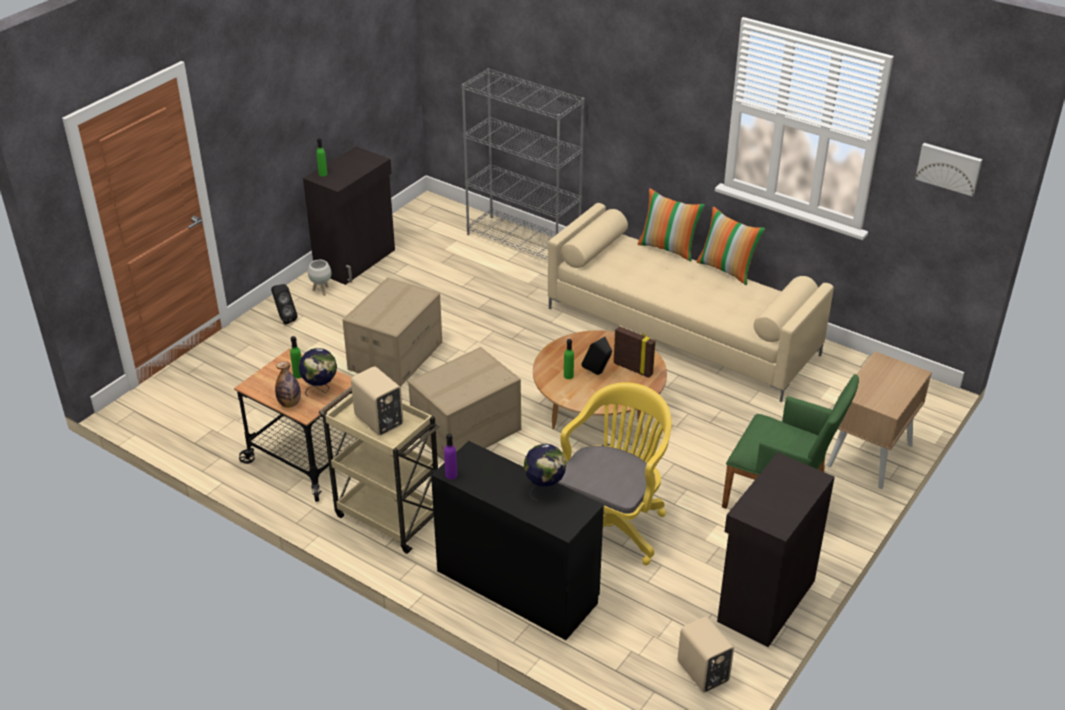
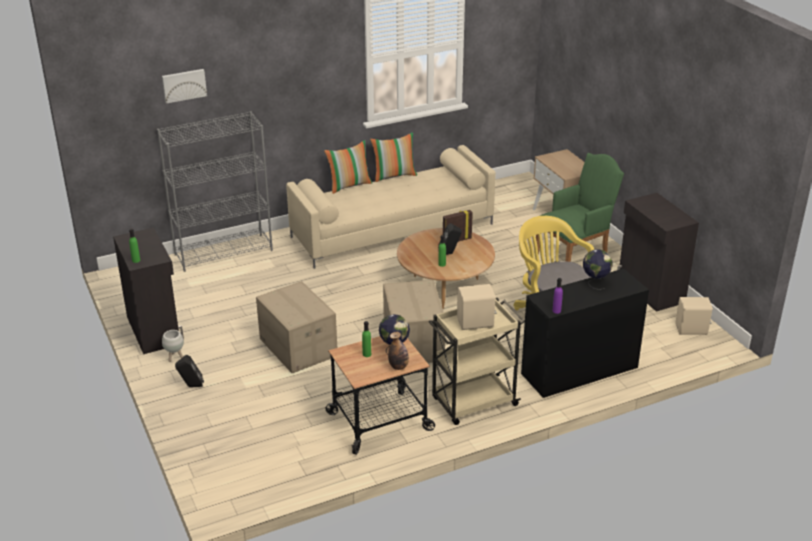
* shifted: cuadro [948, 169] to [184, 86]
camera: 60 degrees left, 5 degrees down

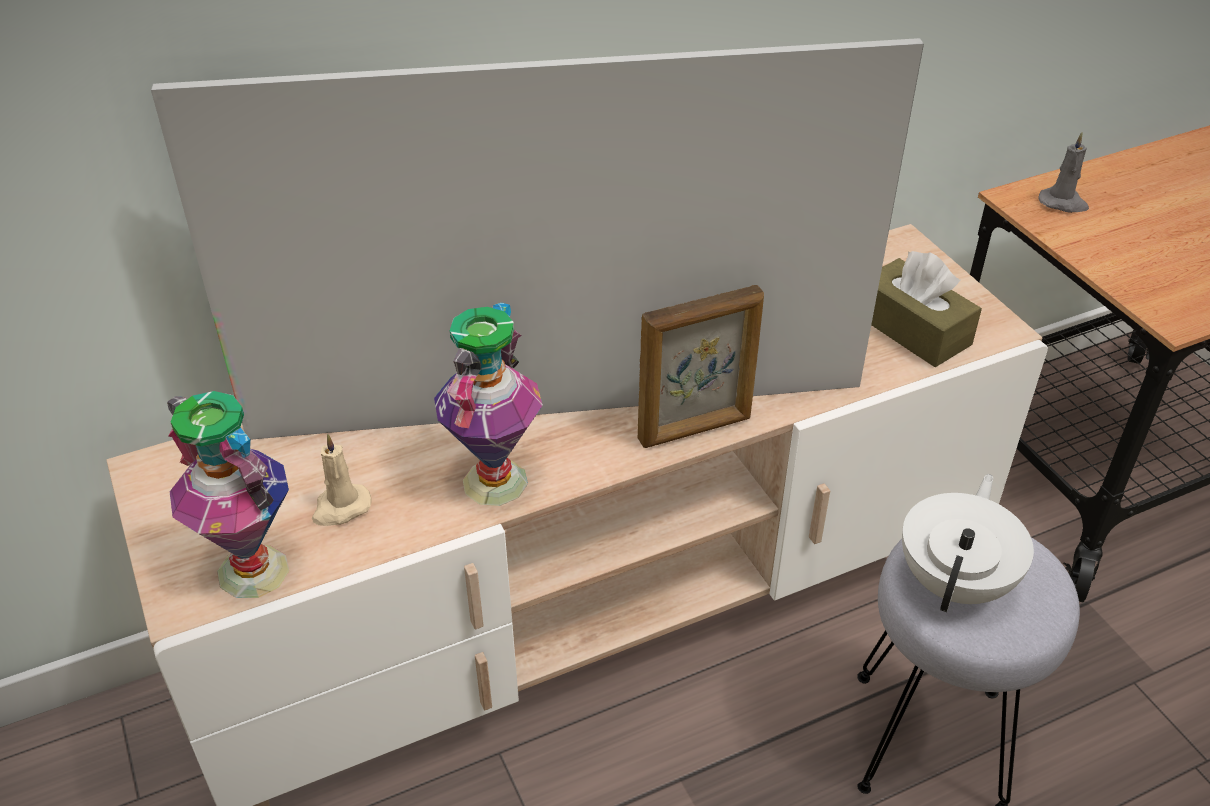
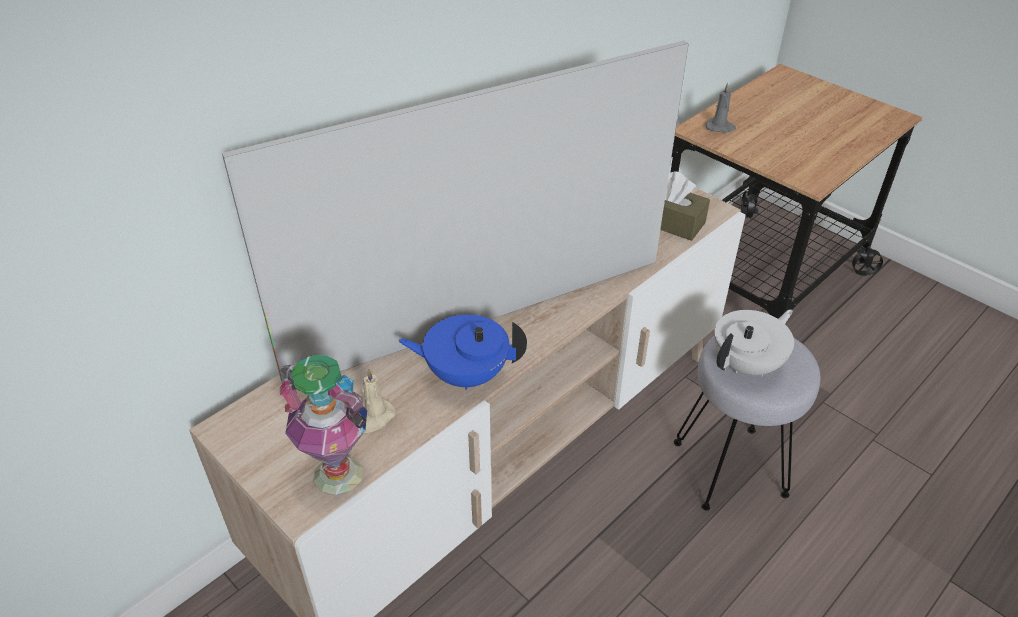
* swapped: florero [488, 404] to tetera/azul [463, 352]
* rotated: tetera/blanco [968, 543] = [754, 343] 45 degrees clockwise
* gone: portarretratos [701, 366]
camera: 20 degrees left, 0 degrees up

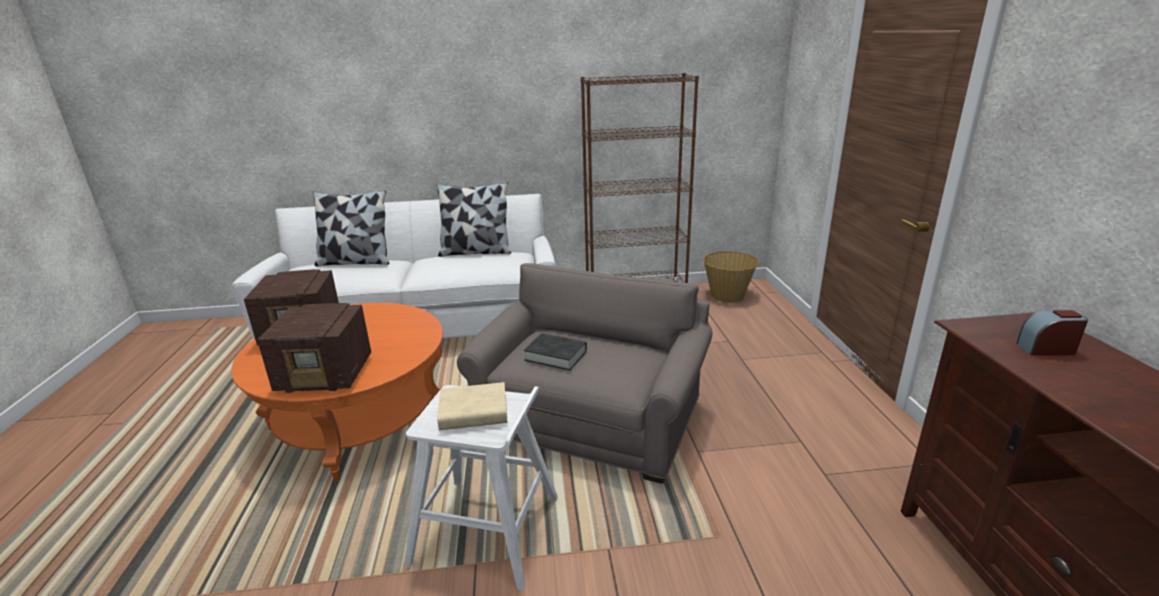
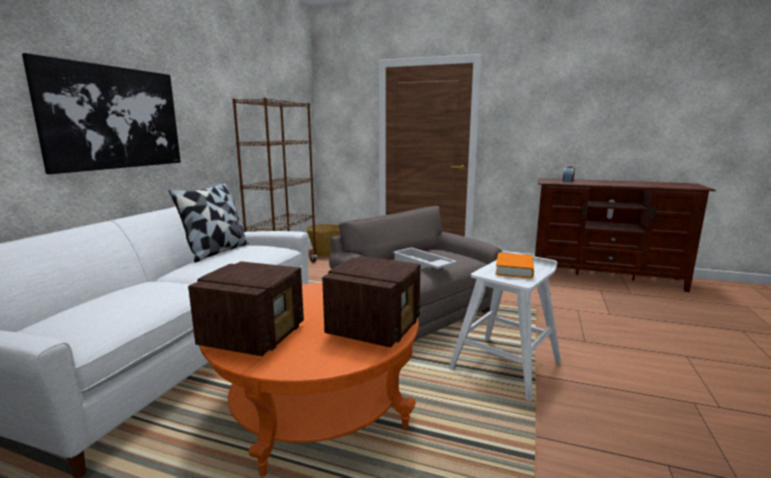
* new: cuadro [101, 113]
* swapped: libro/negro [555, 351] to bandeja/blanco [425, 258]
* repainted: libro/beis [472, 406] to libro/naranja [514, 265]
* gone: cojín [351, 228]
camera: 65 degrees left, 10 degrees down

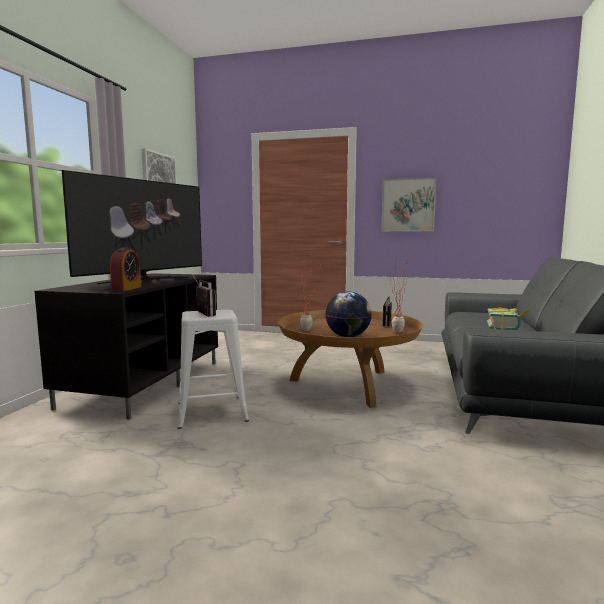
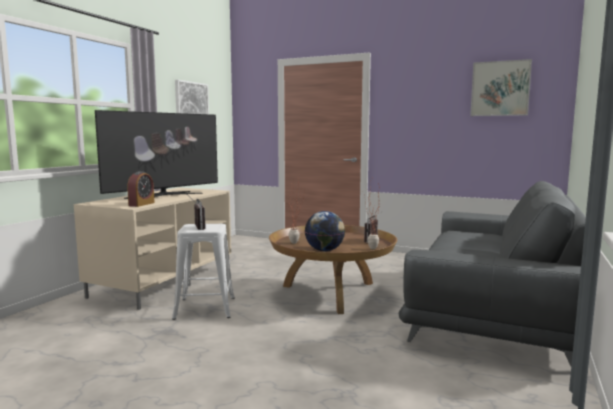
* repainted: mueble de televisión/negro [126, 346] to mueble de televisión/beis [152, 249]
* shifted: cuadro [409, 204] to [501, 87]
* gone: libro [509, 319]
camera: 10 degrees right, 0 degrees up

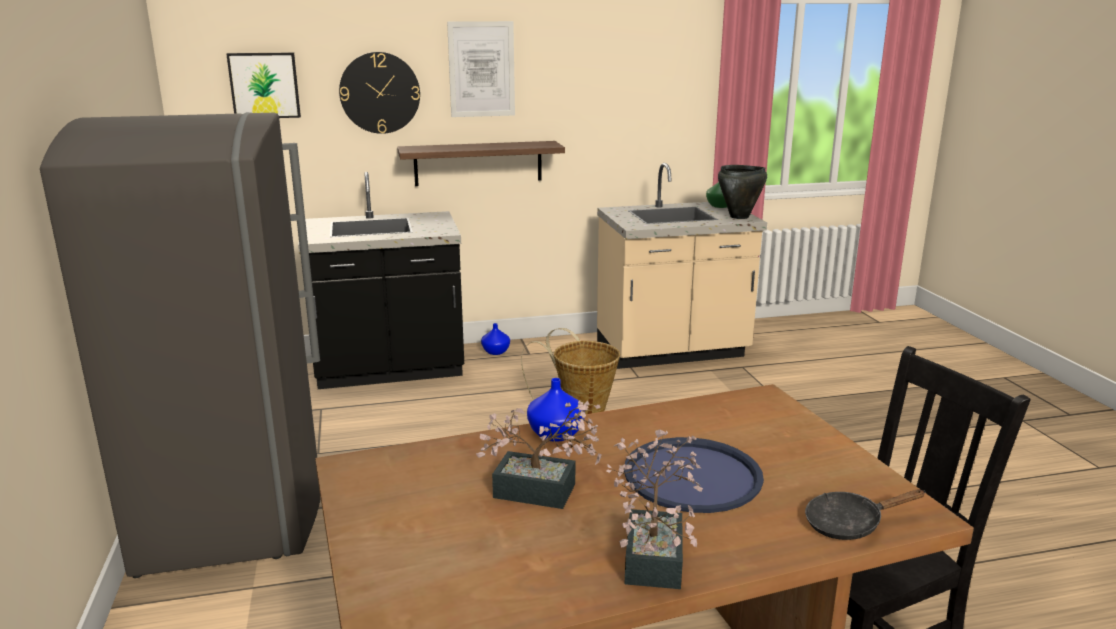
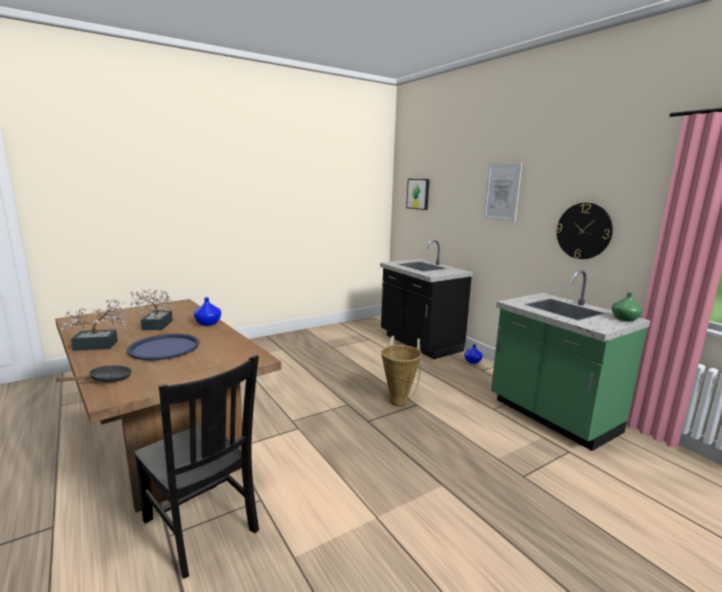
* rotated: sartén/negro [864, 514] = [94, 373] 75 degrees clockwise
* repainted: mueble bajo de cocina/beis [682, 266] to mueble bajo de cocina/verde [571, 360]
* shifted: reloj de pared [379, 93] to [584, 231]
* gone: nevera/gris [180, 345]
* gone: estante [481, 163]
* gone: olla/negro [742, 192]
camera: 70 degrees right, 5 degrees down

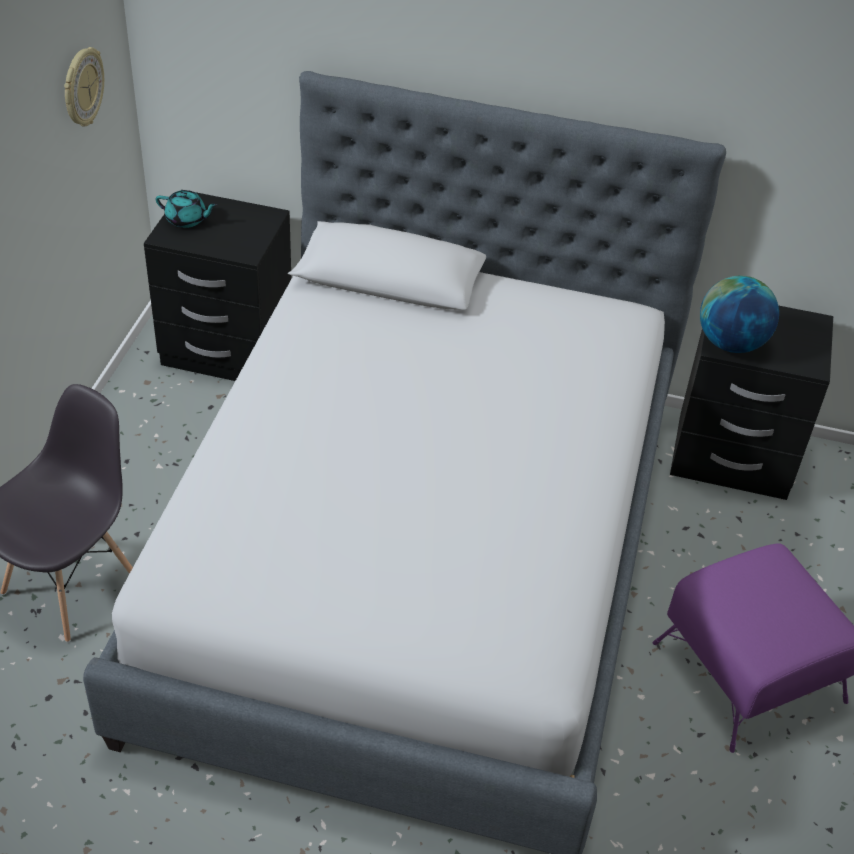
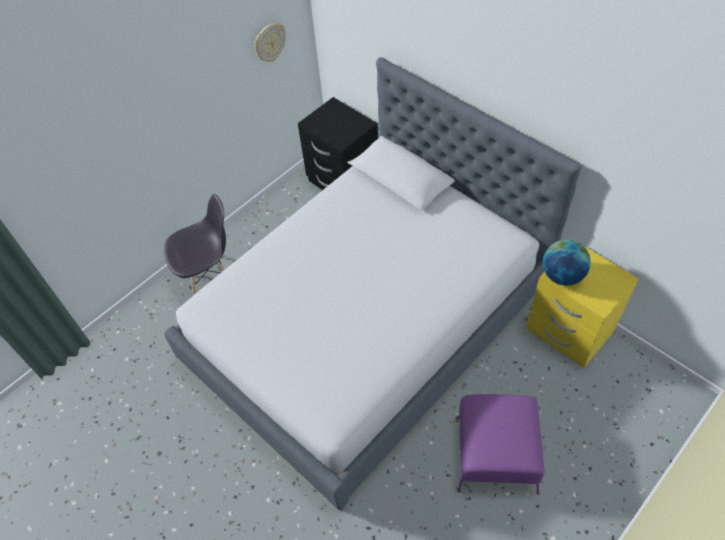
* repainted: mesita de noche/negro [751, 402] to mesita de noche/amarillo [582, 304]
* gone: tetera/turquesa [186, 209]
camera: 35 degrees right, 10 degrees up

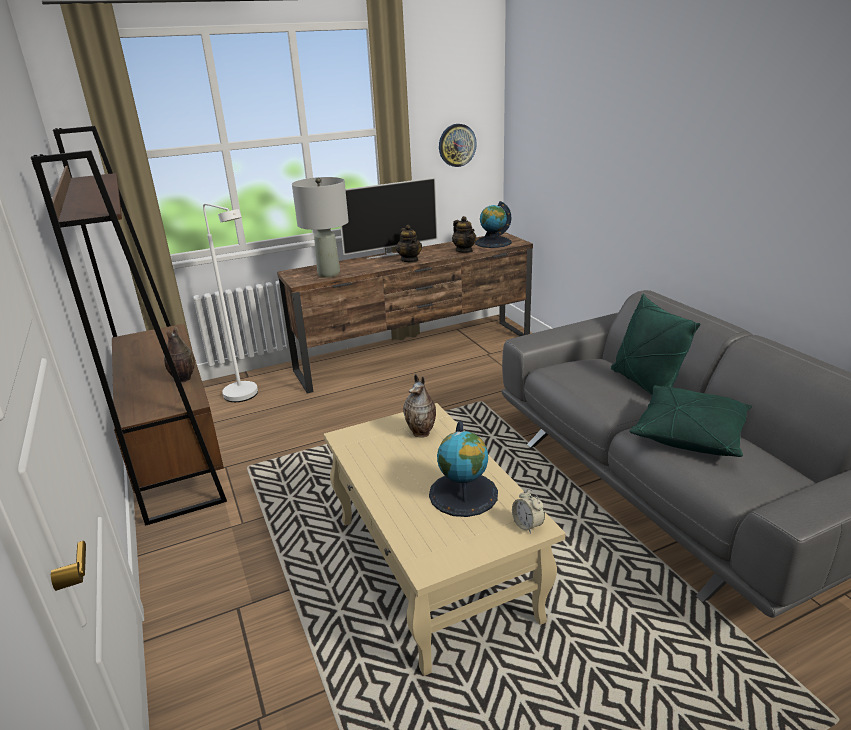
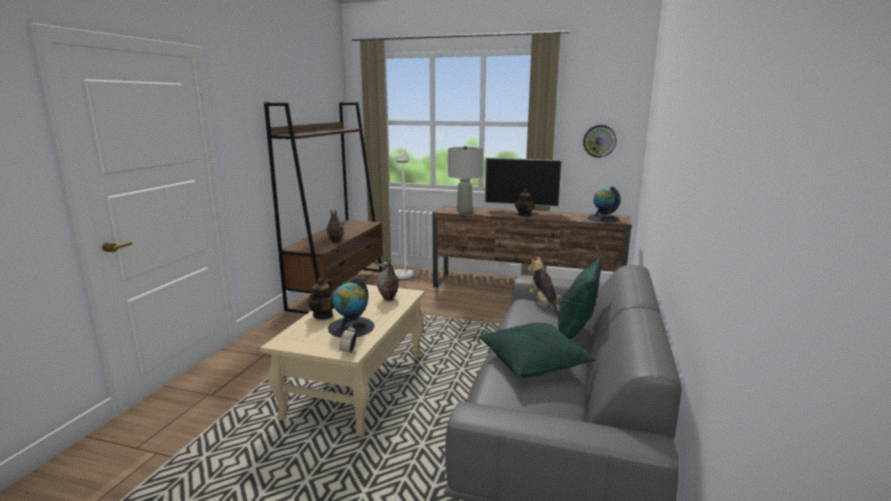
* shifted: tetera [464, 234] to [320, 299]
* new: peluche [544, 285]
camera: 40 degrees right, 10 degrees down

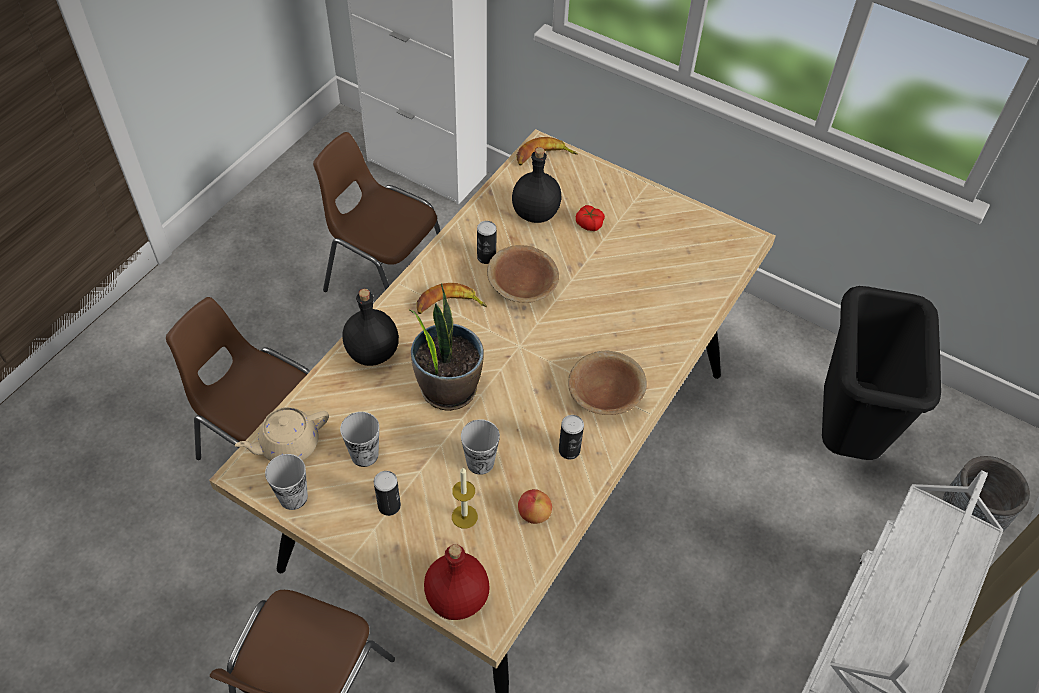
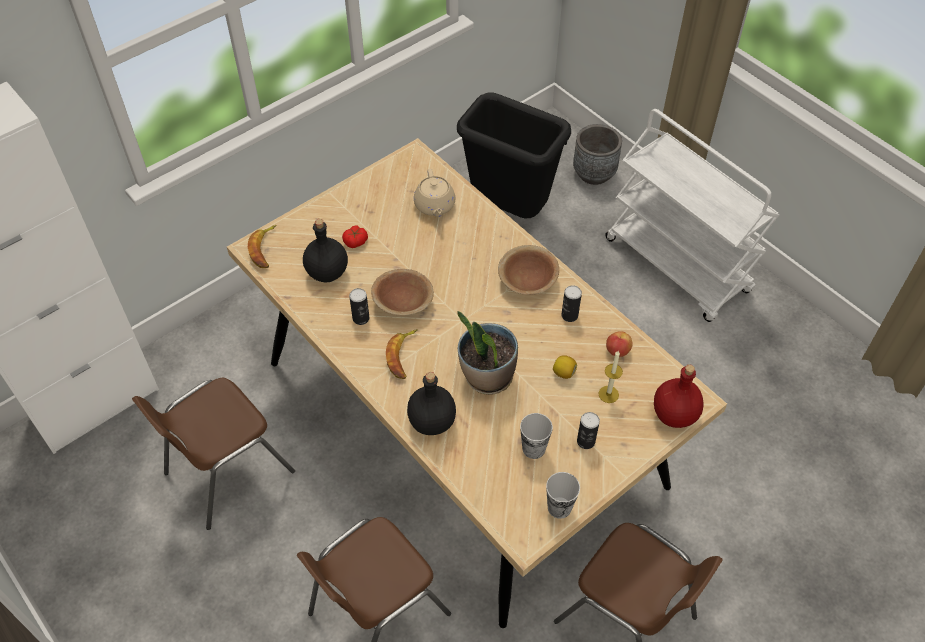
* shifted: tetera/beis [282, 434] to [435, 193]
* swapped: taza [480, 447] to limón [565, 367]
camera: 70 degrees left, 0 degrees up

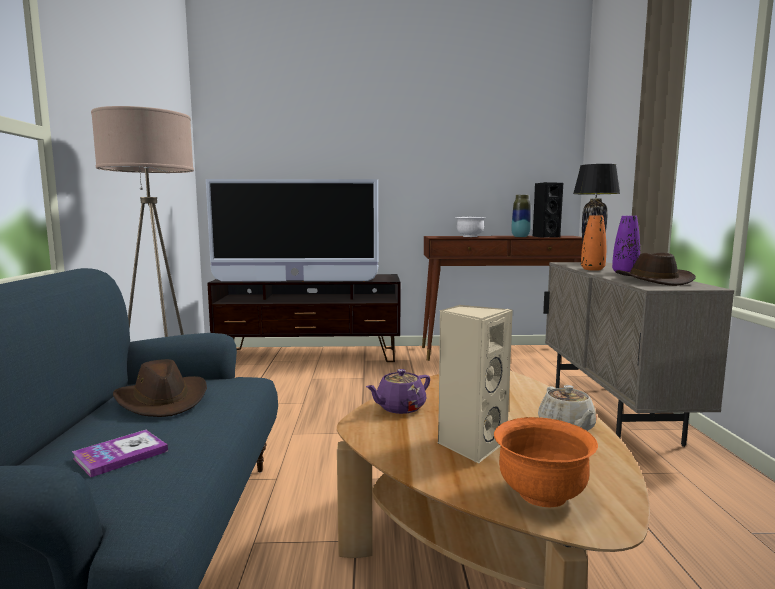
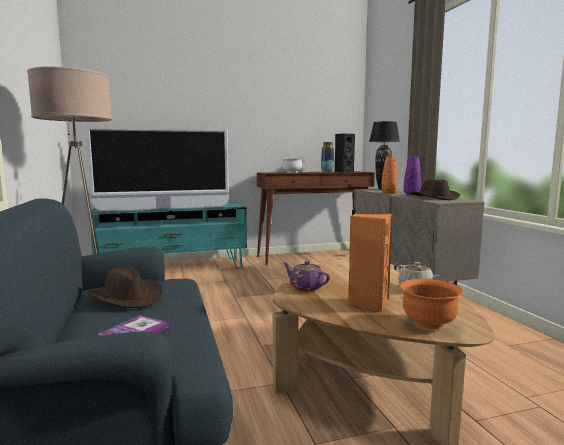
* repainted: mueble de televisión/marrón [304, 318] to mueble de televisión/turquesa [168, 235]
* rotated: tetera/morado [398, 391] = [306, 276] 90 degrees clockwise
* repainted: altavoz/beis [475, 384] to altavoz/naranja [370, 262]
camera: 15 degrees left, 0 degrees up

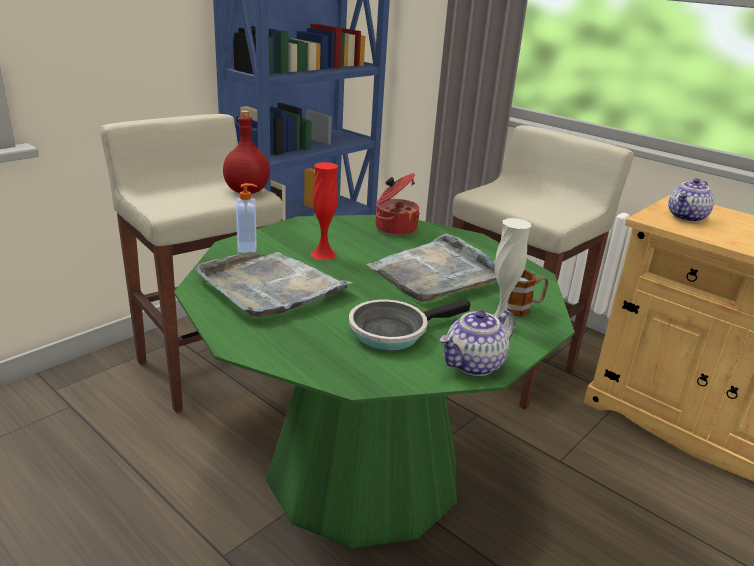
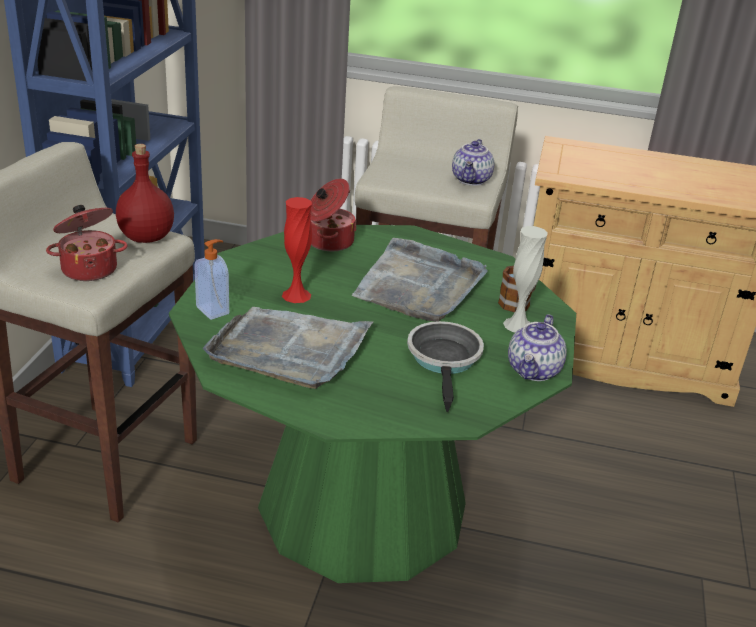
* new: olla [86, 243]
* rotated: sartén [409, 325] = [445, 366] 150 degrees clockwise
* shifted: tetera [691, 200] to [473, 162]
camera: 30 degrees left, 5 degrees up

